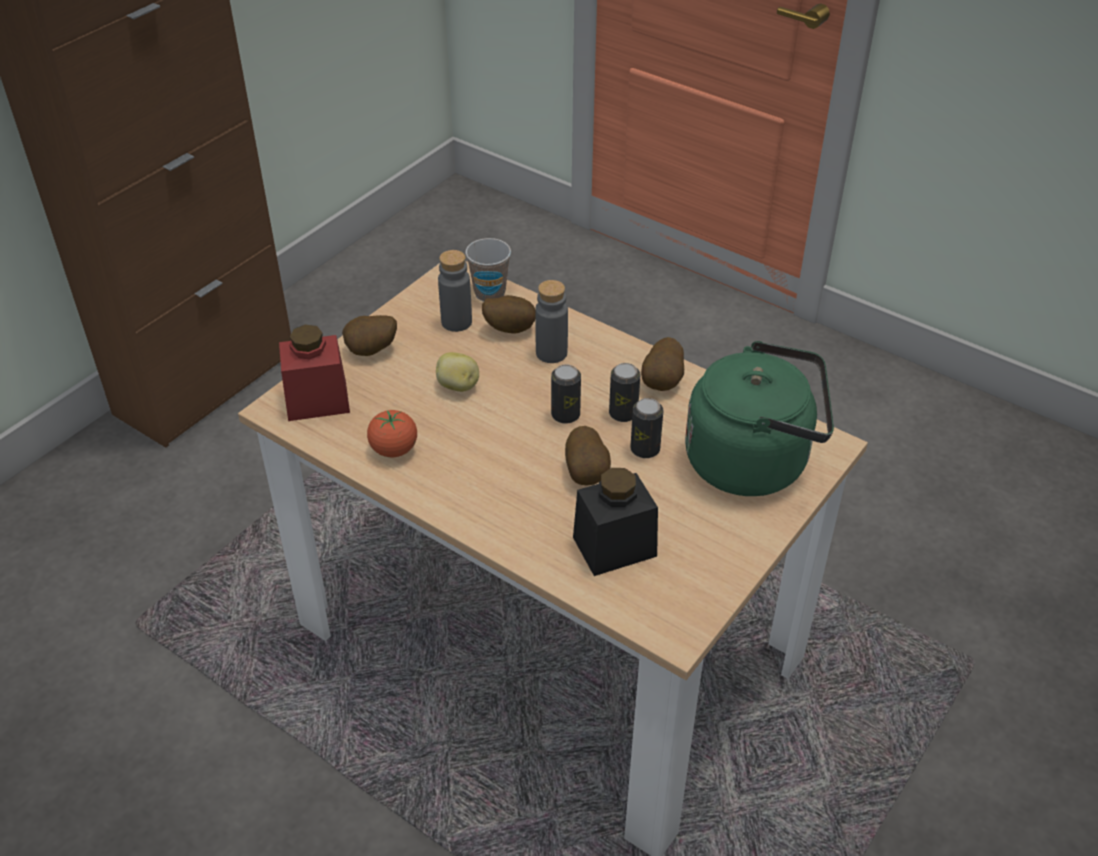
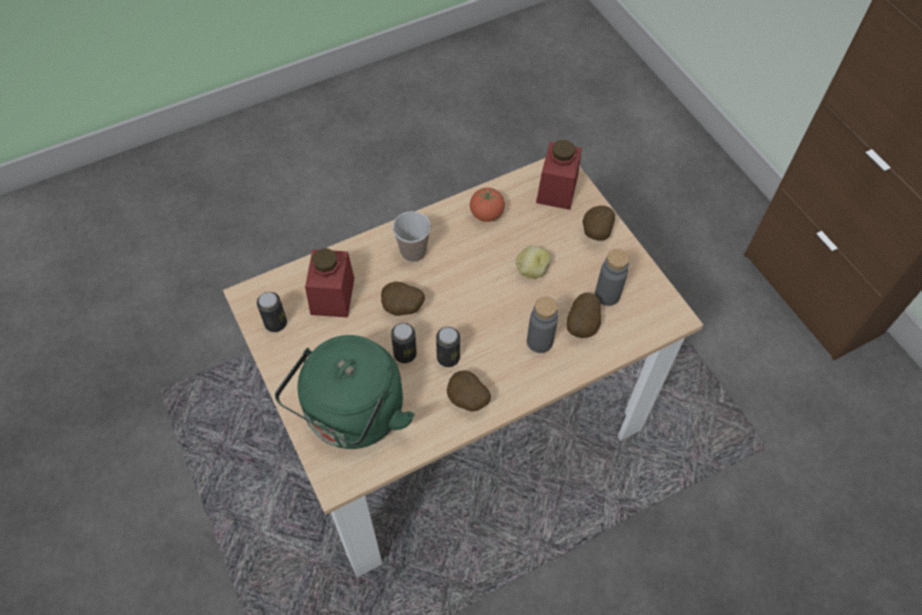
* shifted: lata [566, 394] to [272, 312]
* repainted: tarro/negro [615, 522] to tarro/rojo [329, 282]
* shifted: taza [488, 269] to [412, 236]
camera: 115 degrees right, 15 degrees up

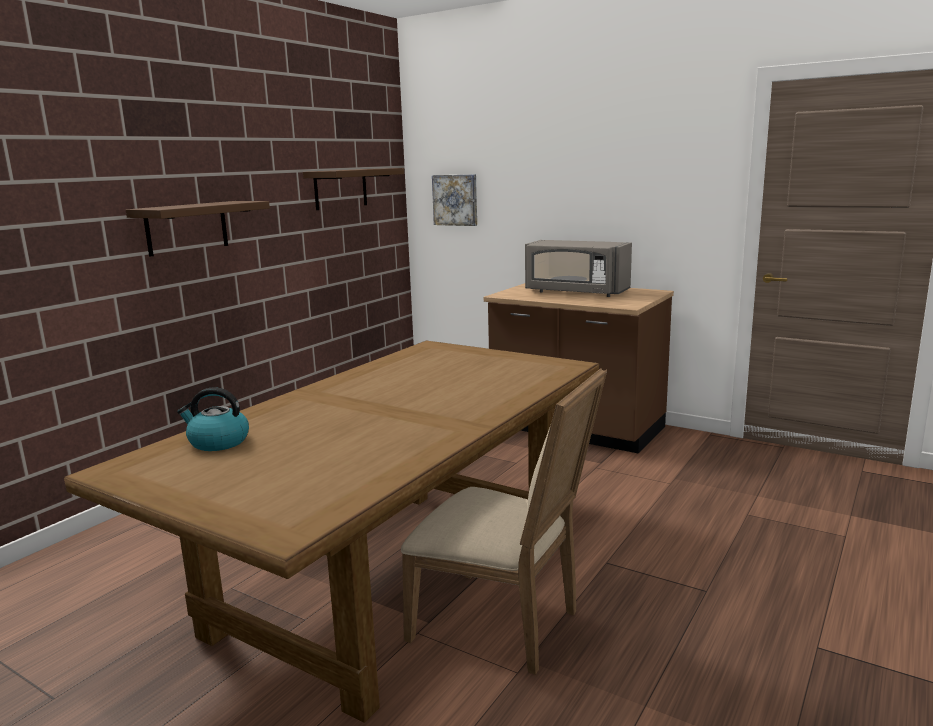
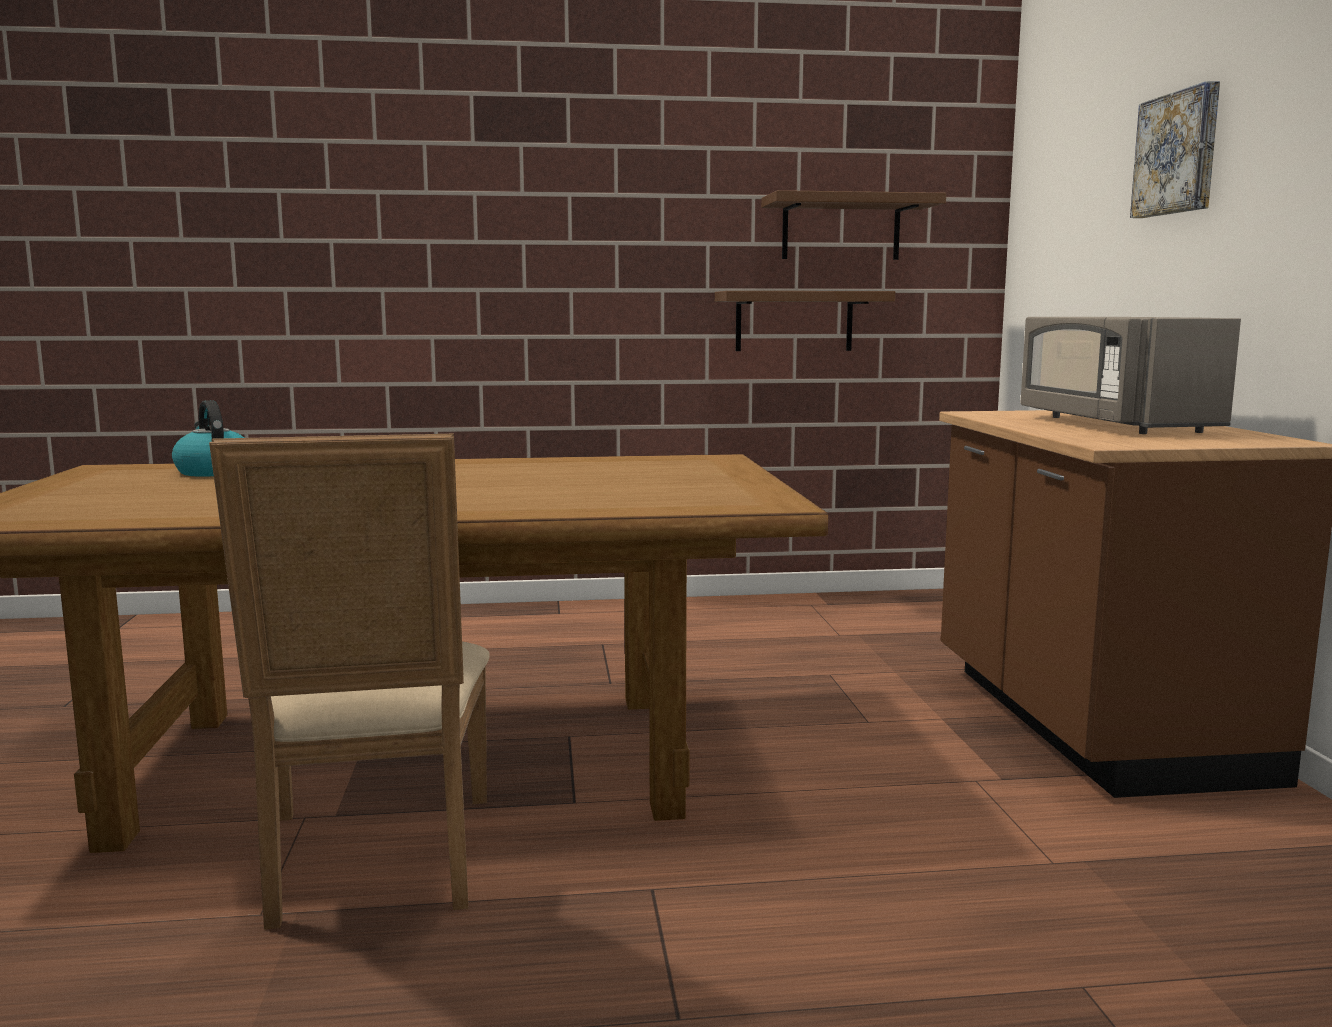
* shifted: estante/marrón [198, 229] to [805, 321]
* shifted: cuadro [454, 200] to [1175, 149]
camera: 50 degrees right, 5 degrees down

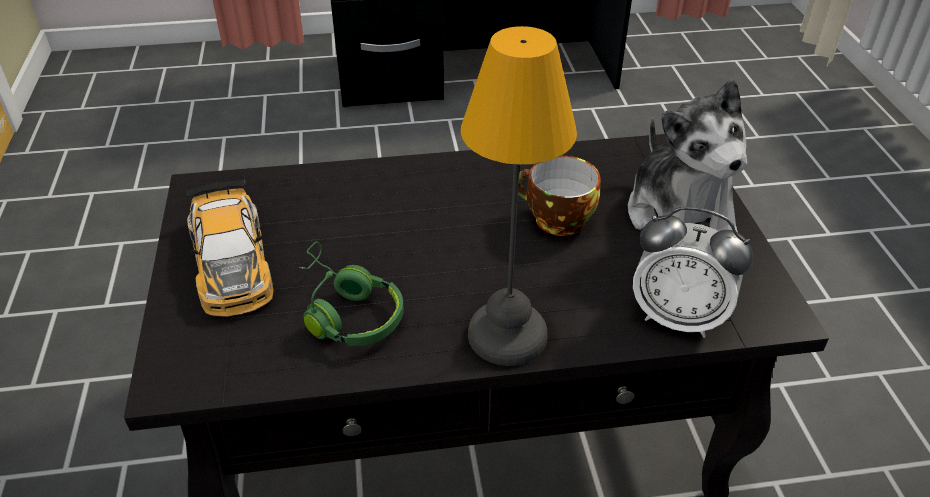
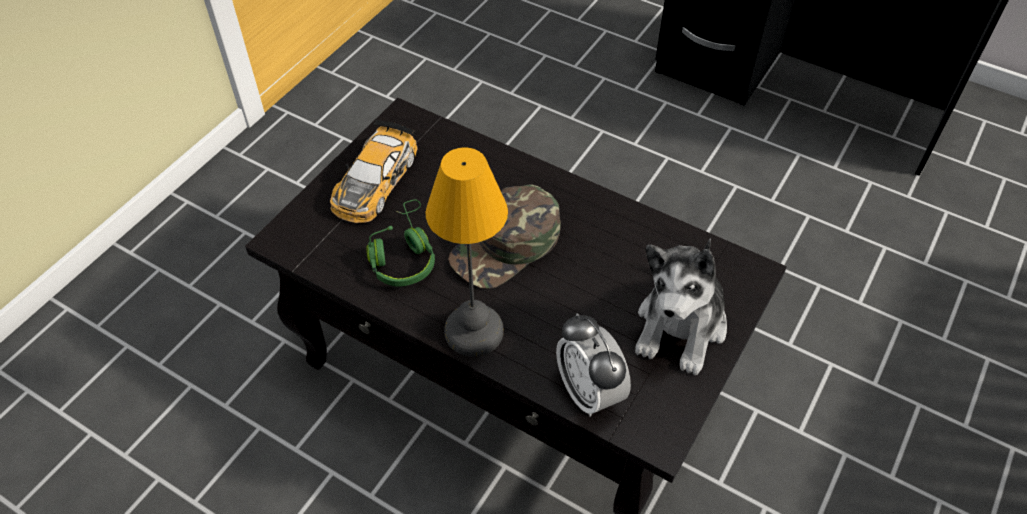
* new: gorra/verde [504, 236]
* gone: taza [559, 196]
camera: 40 degrees right, 10 degrees up

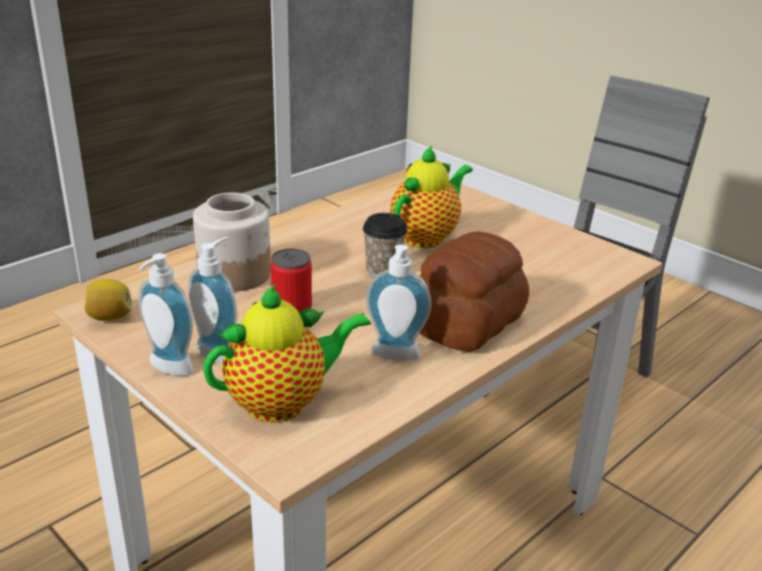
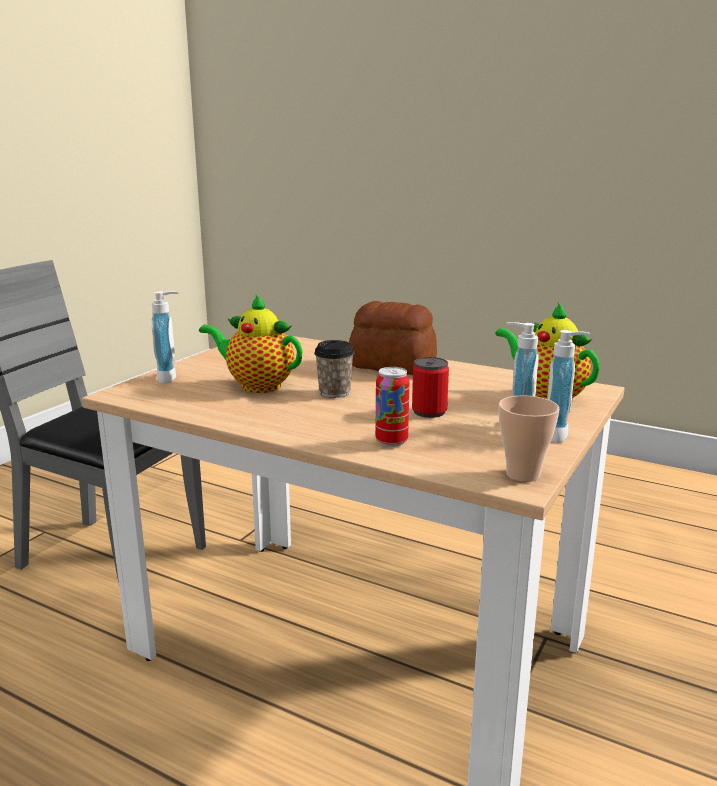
* shifted: dispensador de jabón [399, 302] to [164, 337]
* swapped: tarro [232, 242] to lata [392, 407]
* swapped: limón [108, 300] to taza [529, 438]
camera: 105 degrees left, 10 degrees down

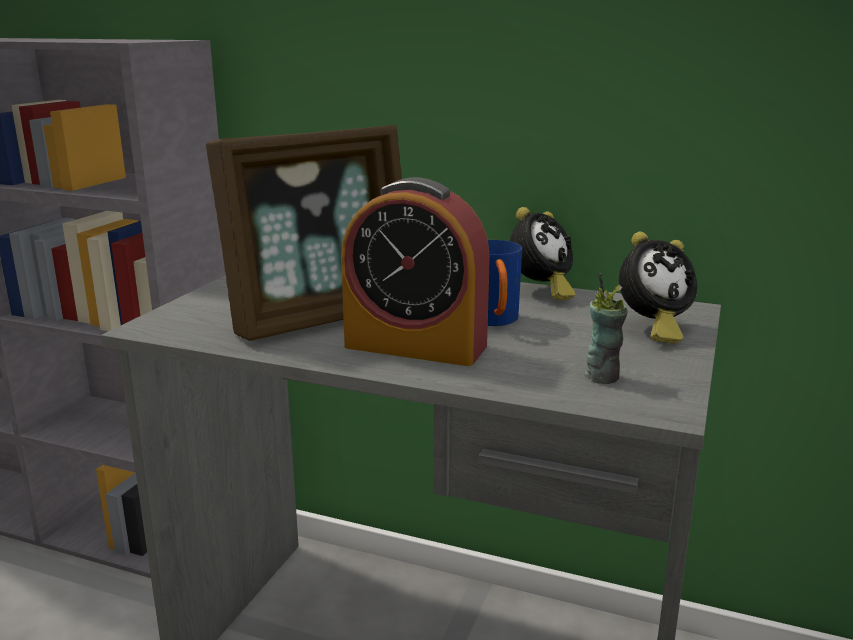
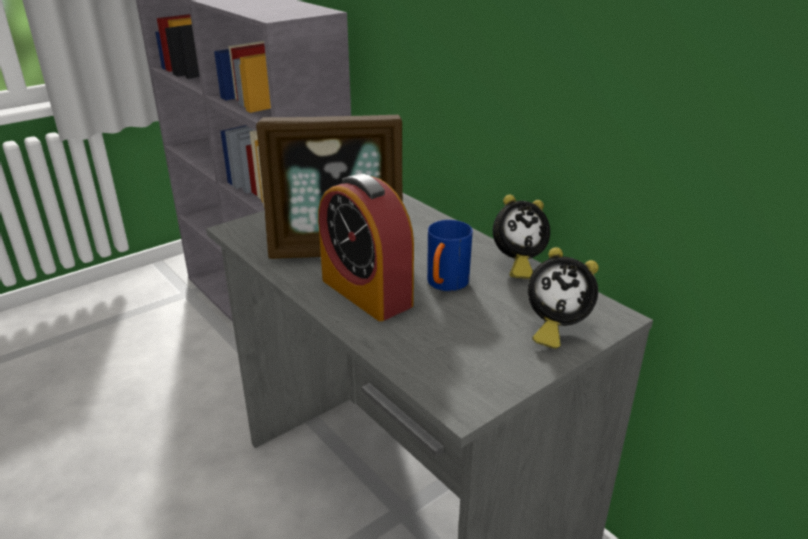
* gone: taza [606, 328]
camera: 30 degrees right, 10 degrees up

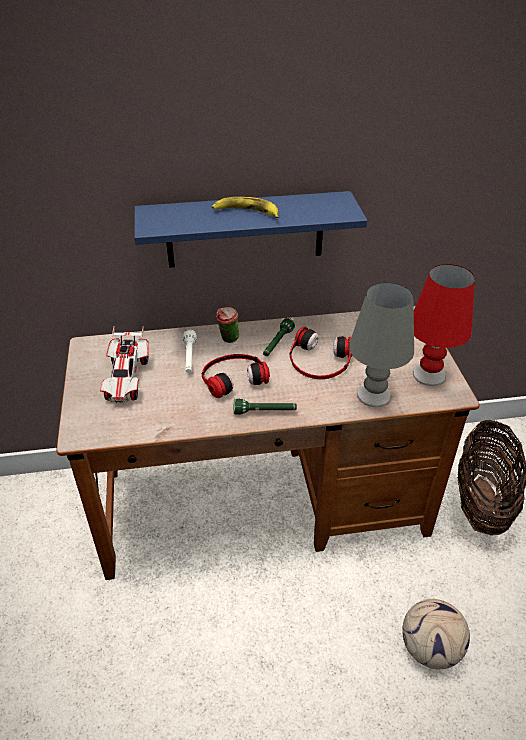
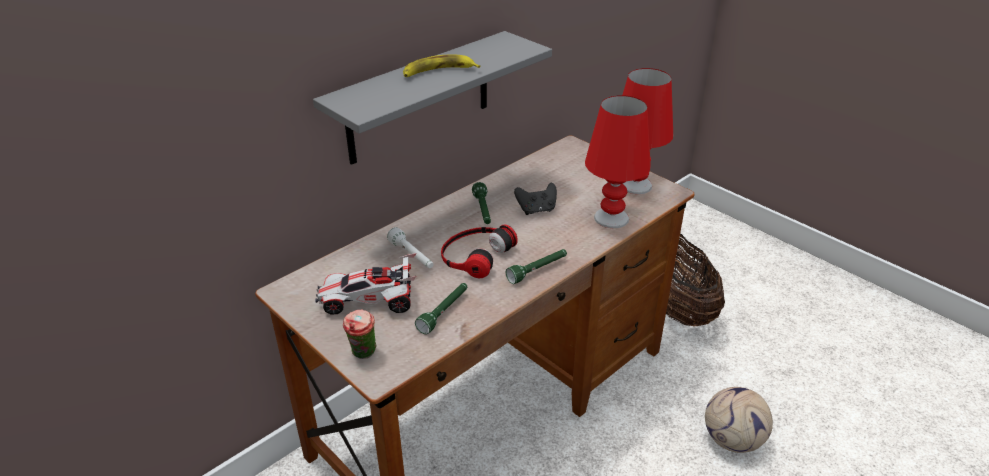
* repainted: estante/azul [250, 229] to estante/gris [432, 98]
* rotated: coche de juguete [124, 364] = [366, 284] 120 degrees clockwise
* shifted: taza [227, 325] to [359, 334]
* new: linterna/verde [441, 308]
* swapped: auriculares [321, 353] to mando de consola/negro [535, 199]
* repainted: lámpara de mesa/gris [381, 344] to lámpara de mesa/rojo [618, 161]
camera: 35 degrees left, 5 degrees down

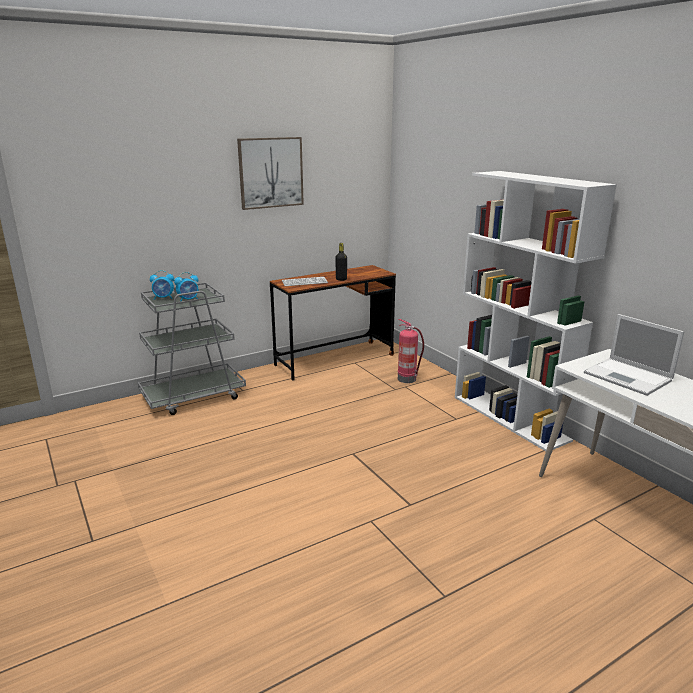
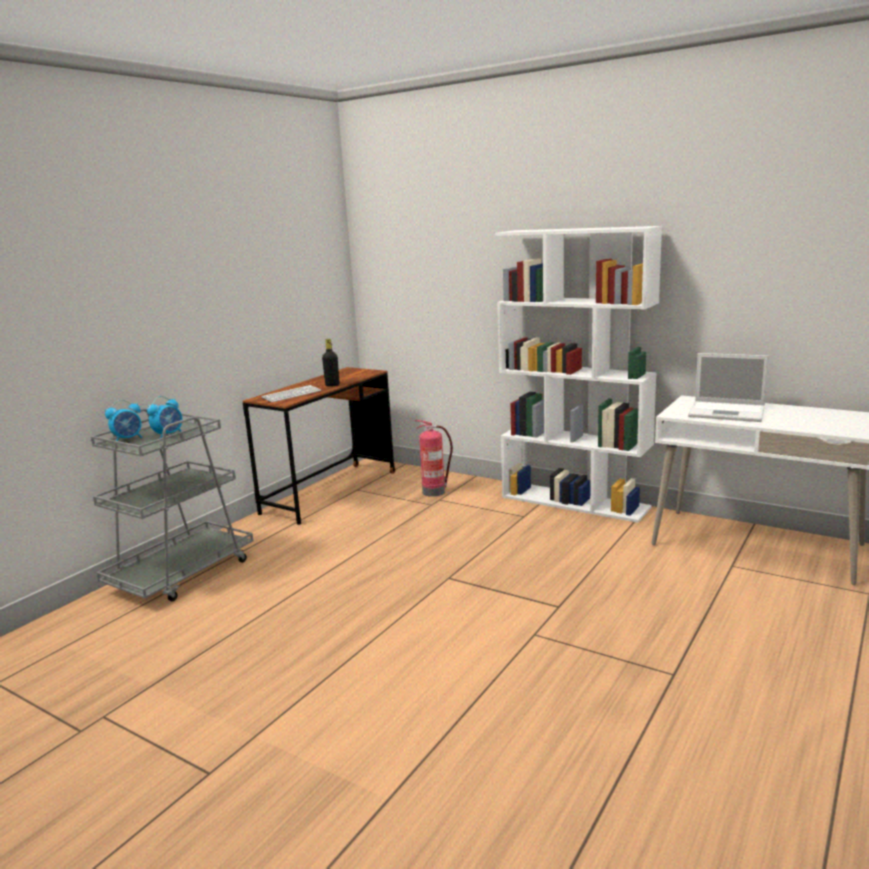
* gone: cuadro [270, 173]
camera: 25 degrees left, 5 degrees down

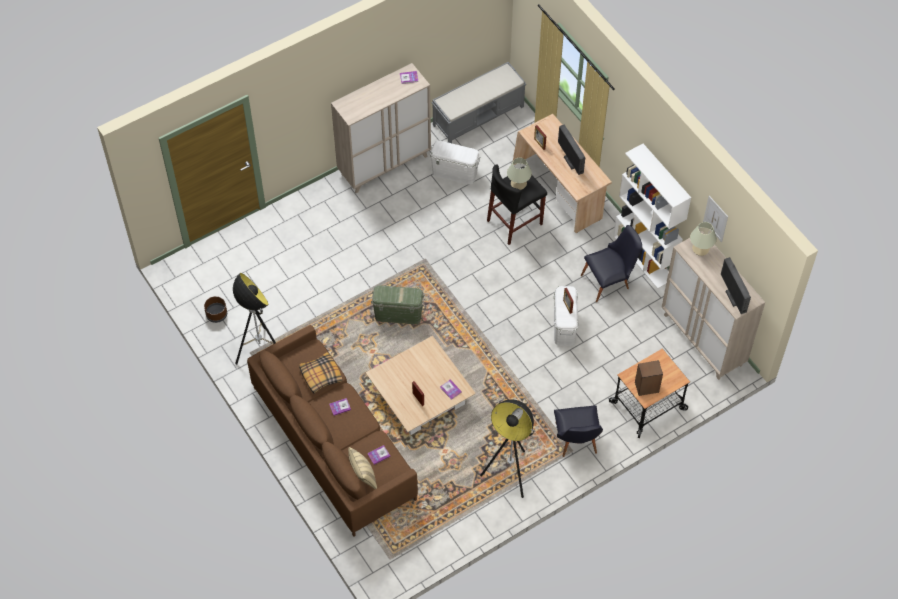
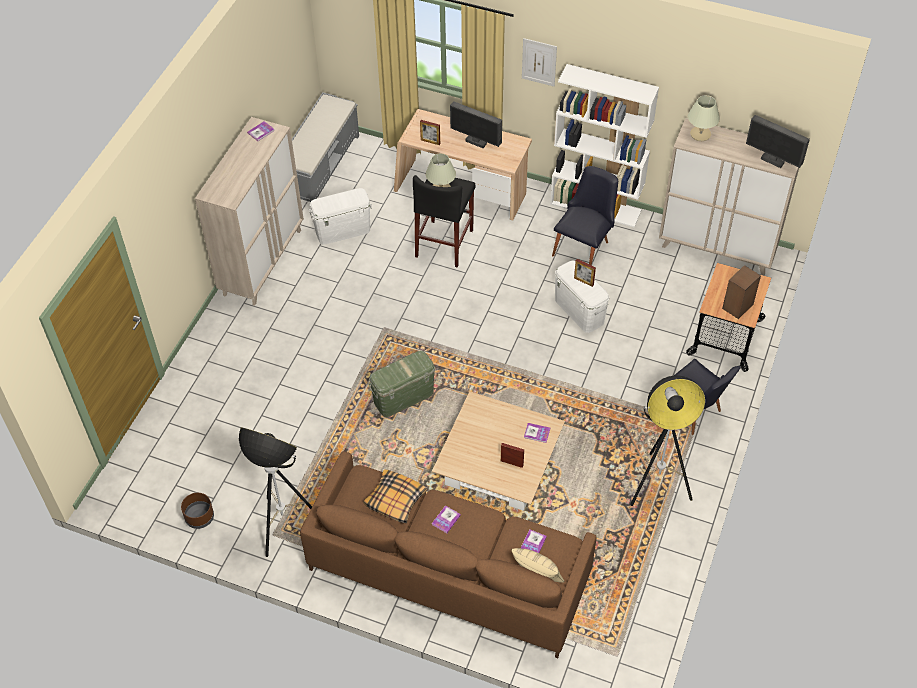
* shifted: cuadro [715, 219] to [539, 62]
camera: 35 degrees left, 5 degrees down

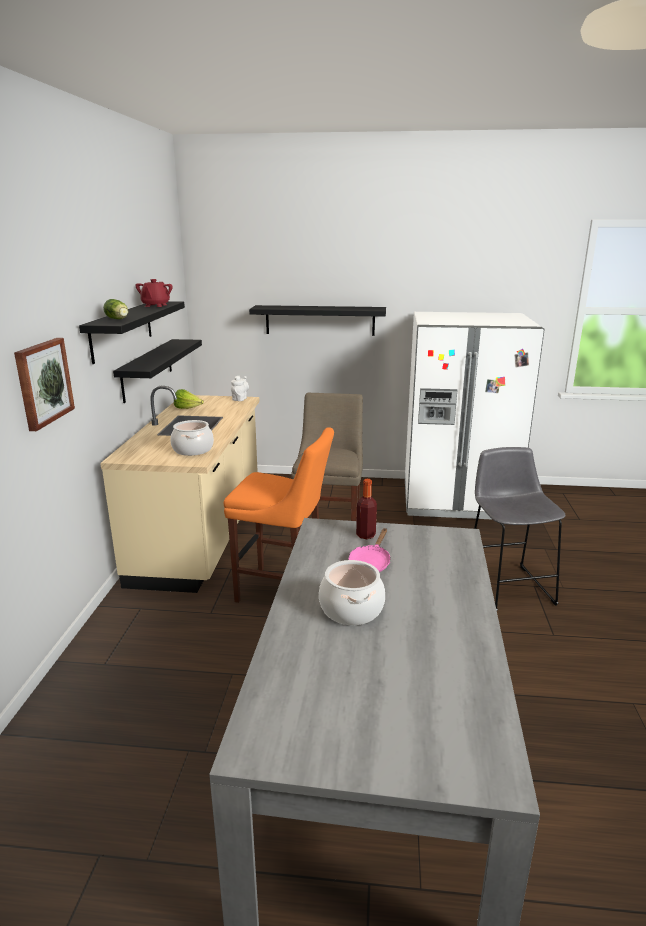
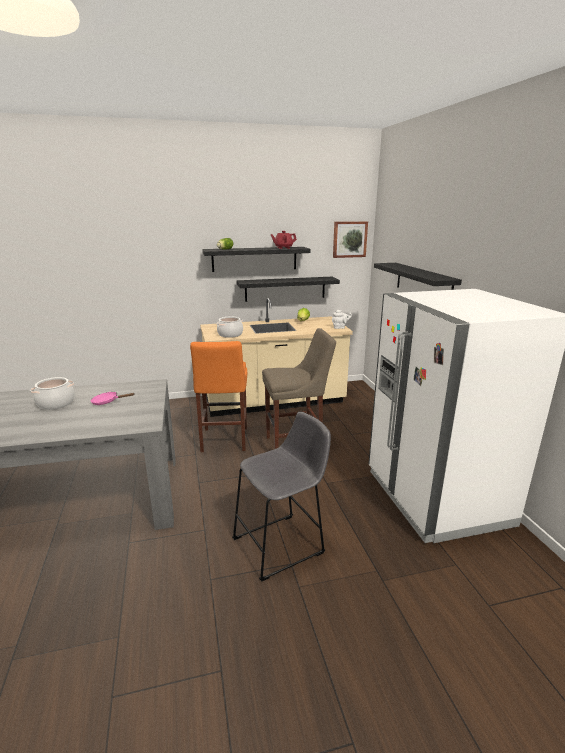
* shifted: cuadro [44, 384] to [350, 239]
* gone: botella [366, 509]
camera: 70 degrees right, 0 degrees up

